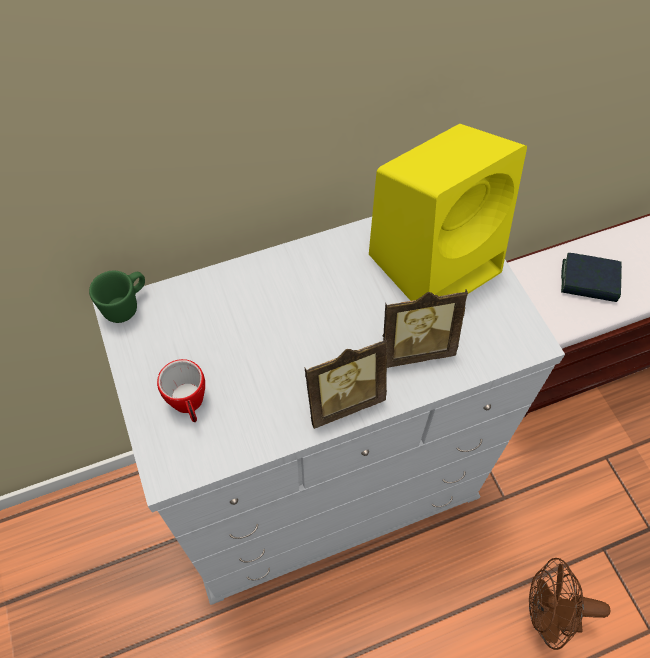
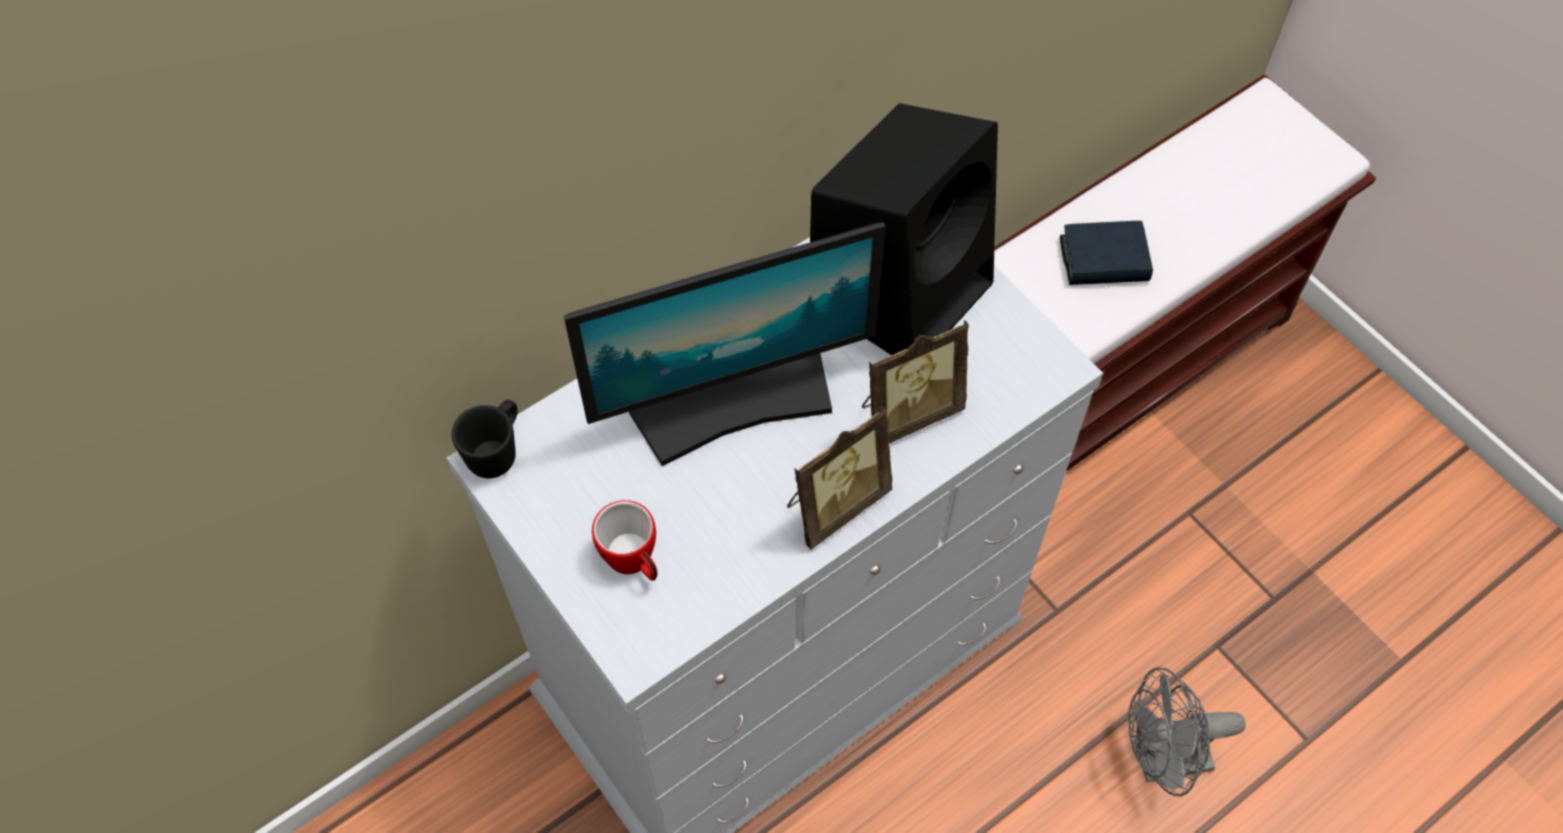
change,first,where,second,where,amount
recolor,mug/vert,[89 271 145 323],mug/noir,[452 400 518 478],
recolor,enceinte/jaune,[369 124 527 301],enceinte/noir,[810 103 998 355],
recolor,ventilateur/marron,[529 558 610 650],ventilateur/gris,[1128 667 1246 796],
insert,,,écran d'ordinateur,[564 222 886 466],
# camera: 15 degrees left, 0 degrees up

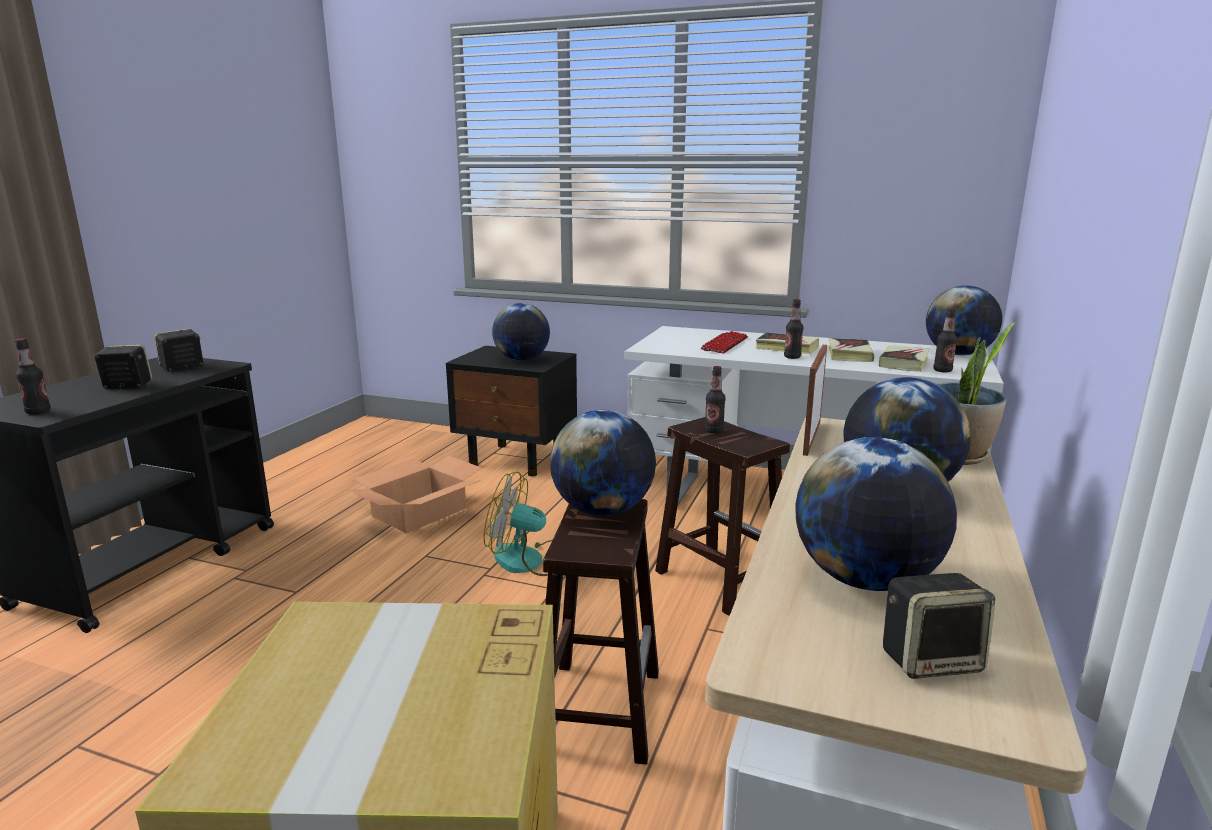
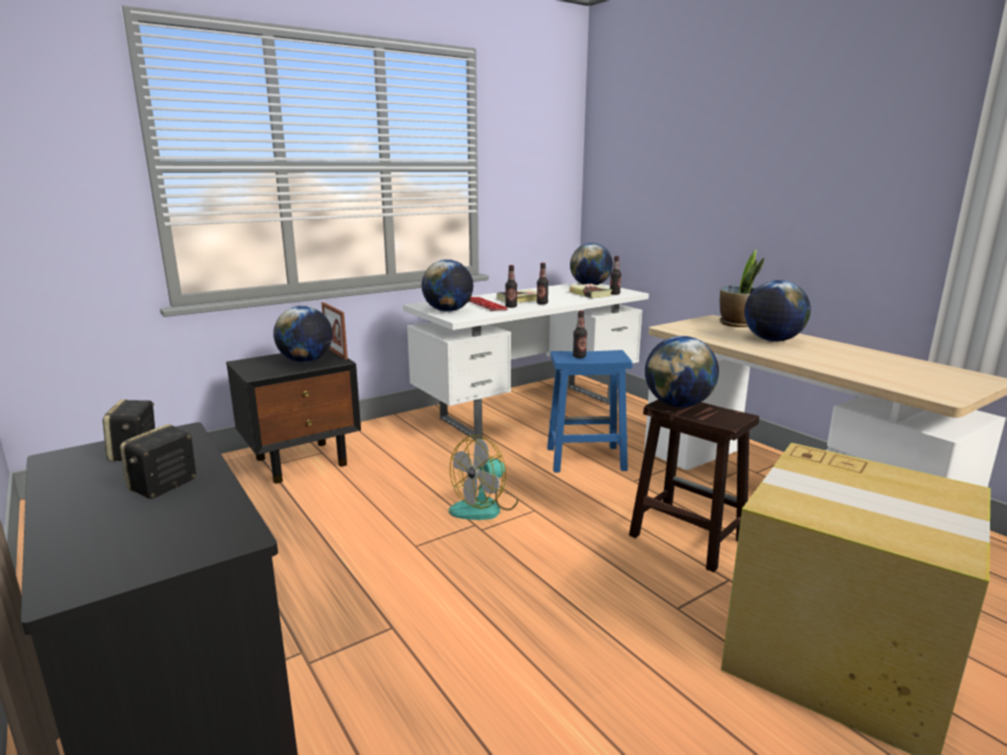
change,first,where,second,where,amount
move,bouteille,[15 338 51 414],,[505 265 517 308],
delete,carton,[348 455 481 533],,,
recolor,tabouret/marron,[655 417 790 616],tabouret/bleu,[547 350 632 473],
move,globe,[795 437 957 591],,[421 259 473 312],
move,cadre photo,[803 345 827 456],,[321 302 348 360],
delete,livre,[828 338 874 362],,,
delete,enceinte,[883 573 996 679],,,
# camera: 55 degrees left, 0 degrees up

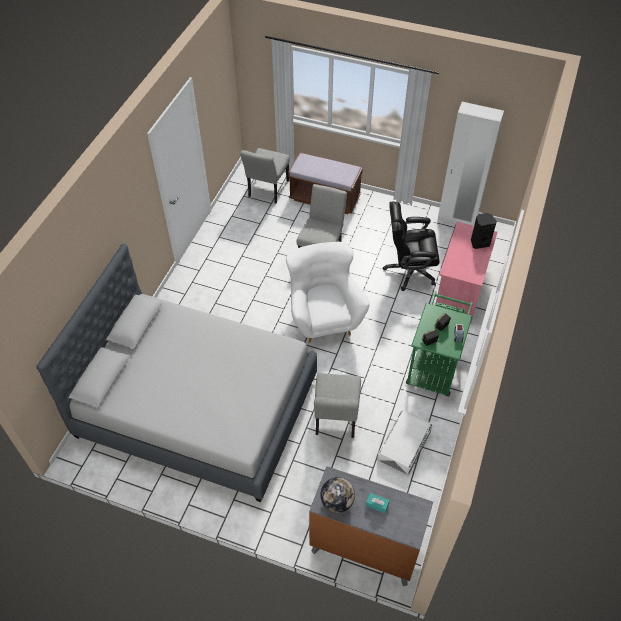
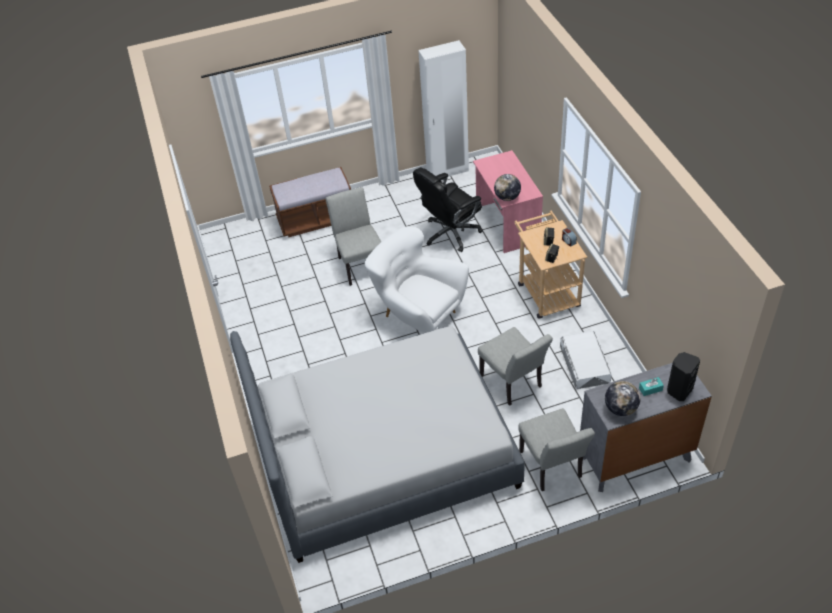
change,first,where,second,where,amount
move,chaise/gris,[240 148 290 203],,[518 408 595 491],
recolor,chariot/vert,[406 292 473 397],chariot/beige,[514 211 587 319],
move,enceinte/noir,[471 213 497 249],,[667 352 700 401],
insert,,,globe,[494 174 521 201],
# camera: 35 degrees left, 5 degrees down

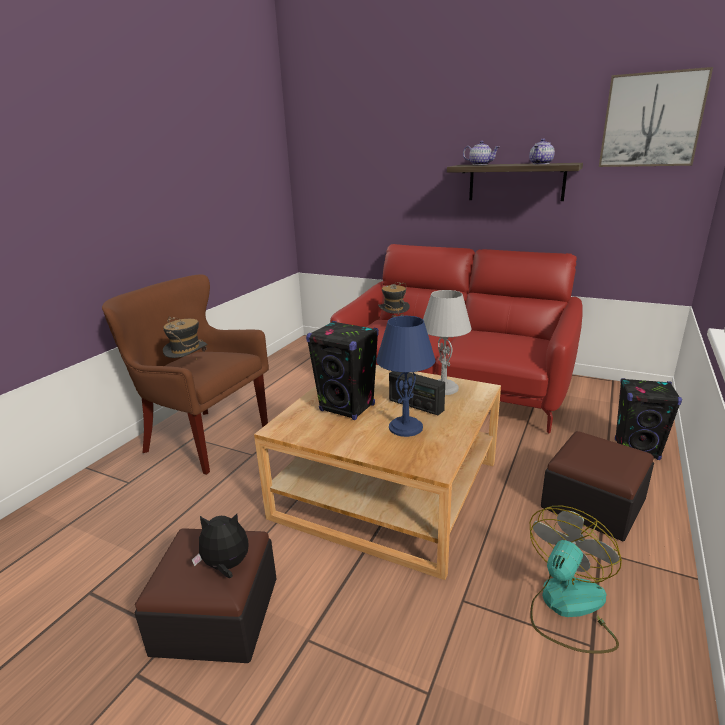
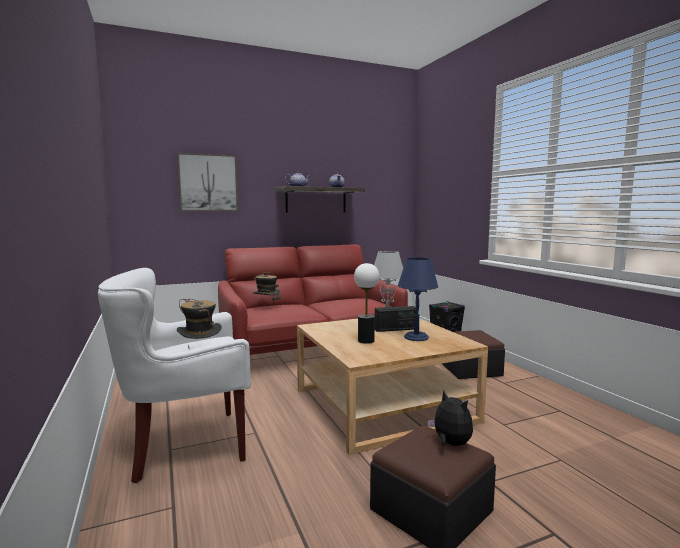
change,first,where,second,where,amount
recolor,fauteuil/marron,[102 274 269 475],fauteuil/blanc,[98 268 251 483],
rotate,peluche,[192 514 249 578],,[427 390 473 446],105 degrees clockwise
replace,enceinte/noir,[306 321 379 420],lampe de table,[354 263 380 344],
delete,ventilateur,[530 506 622 653],,,
move,tableau,[599 67 713 167],,[177 153 238 211],
# camera: 50 degrees left, 15 degrees down

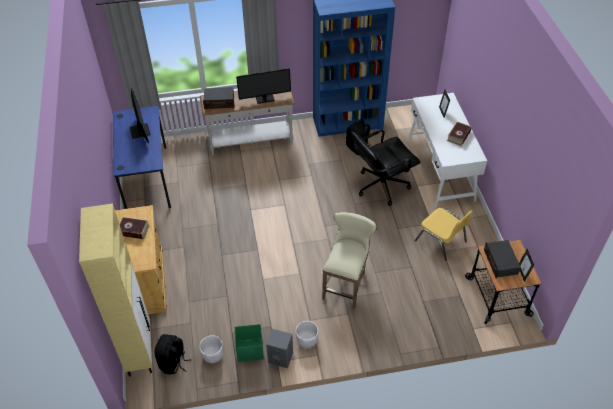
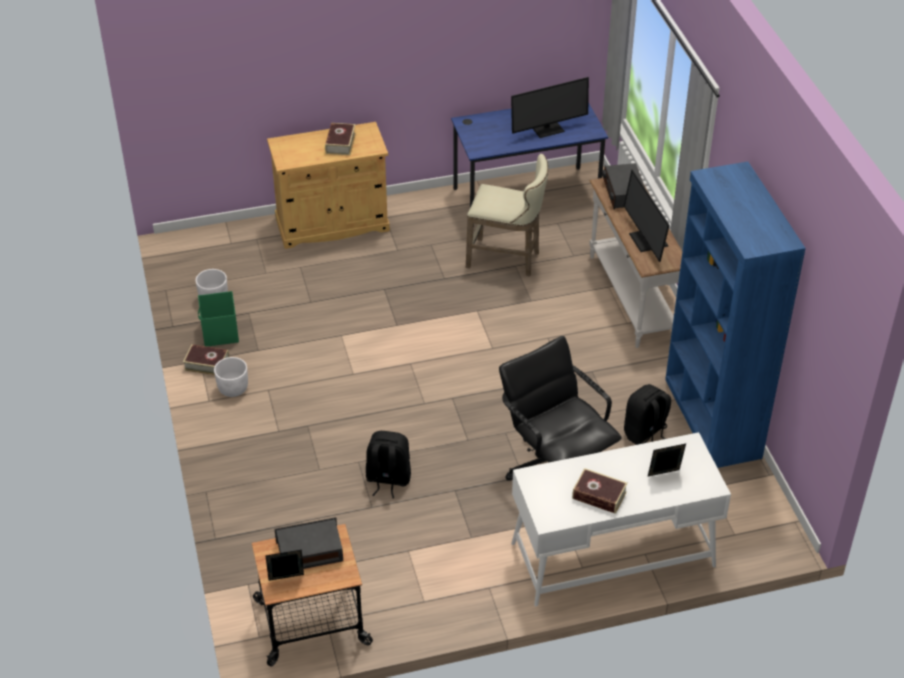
change,first,where,second,where,amount
delete,meuble de rangement/beige,[79 204 152 377],,,
move,sac à dos/noir,[154 334 191 375],,[366 431 411 498],
replace,enceinte/gris,[266 329 293 368],livre,[183 344 229 375],
move,tabouret/beige,[322 212 377 309],,[466 154 549 276],
delete,chaise/jaune,[415 208 473 261],,,
# camera: 85 degrees right, 5 degrees down

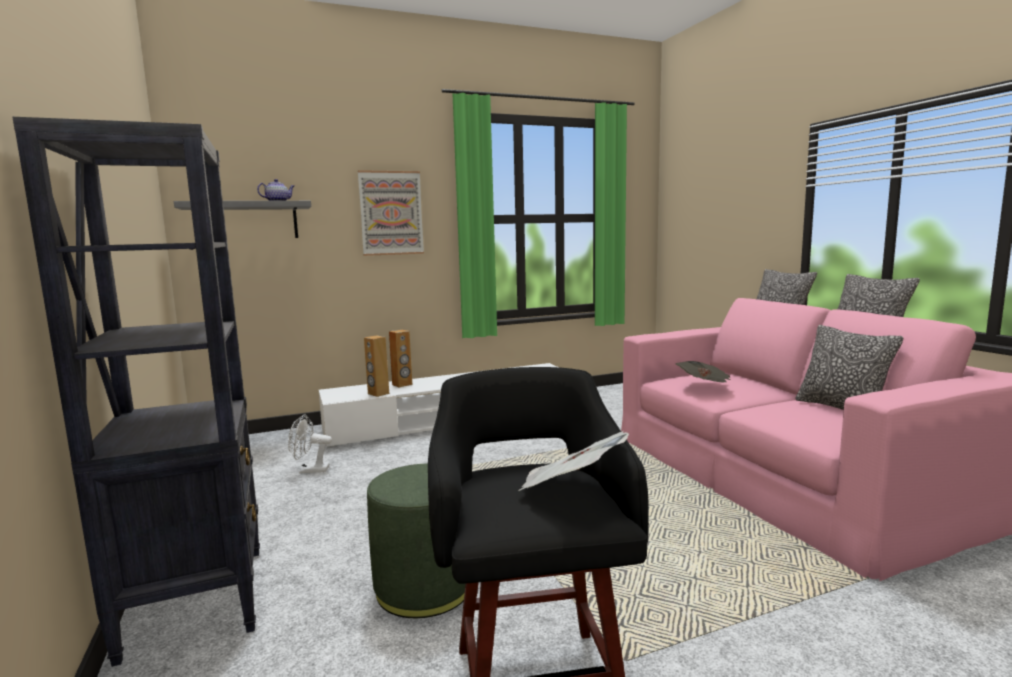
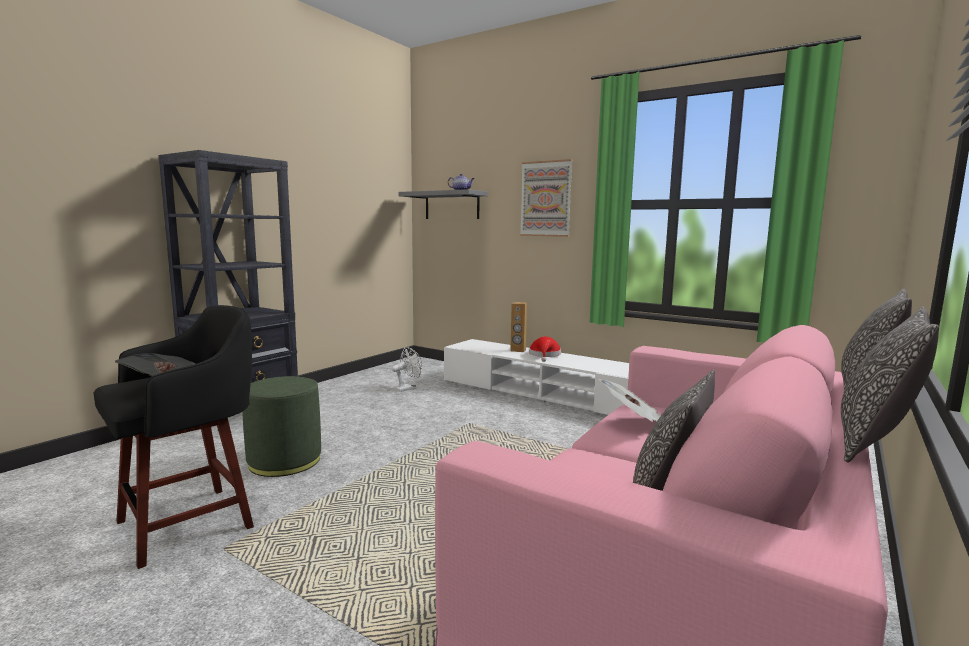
change,first,where,second,where,amount
rotate,ventilateur/blanc,[288 414 332 473],,[392 347 422 392],90 degrees clockwise
delete,enceinte/marron,[364 335 389 397],,,
insert,,,chapeau/rouge,[529 336 561 362],
# camera: 55 degrees right, 0 degrees up

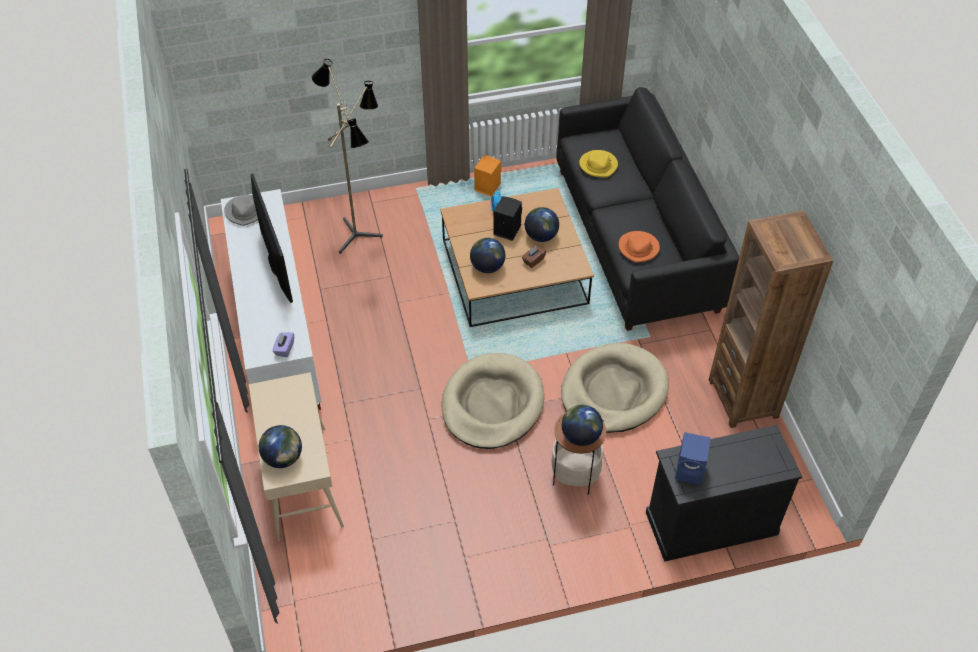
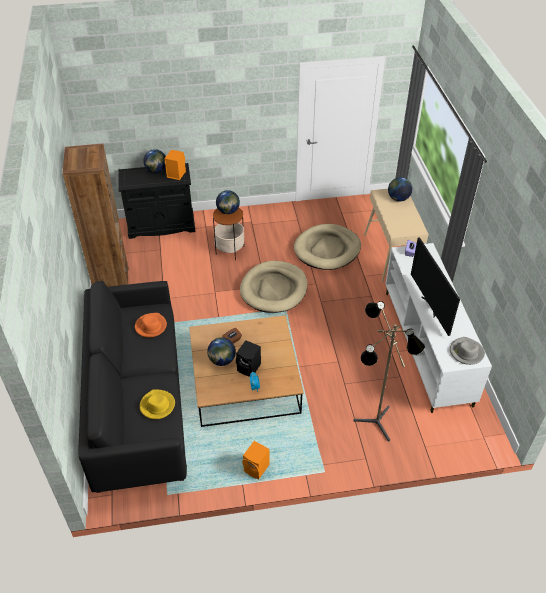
change,first,where,second,where,amount
move,globe,[470 238 505 273],,[143 149 166 173],
move,panier pour chien/beige,[561 343 669 433],,[294 224 361 270],
recolor,enceinte/bleu,[675 432 711 484],enceinte/orange,[164 150 186 180],
# camera: 175 degrees left, 5 degrees down

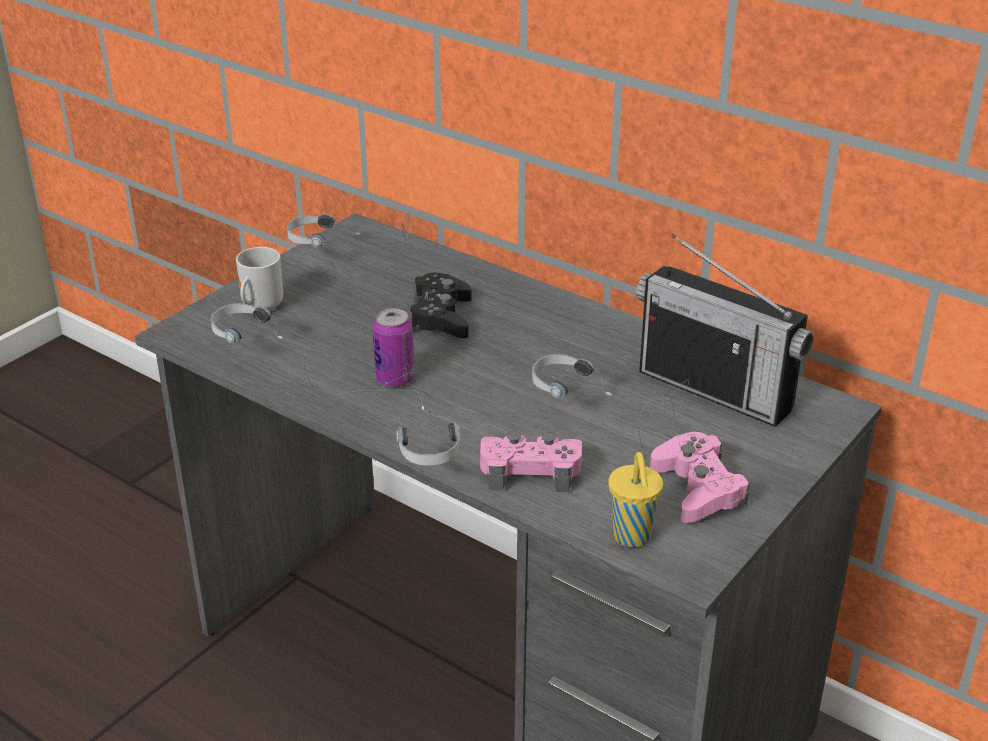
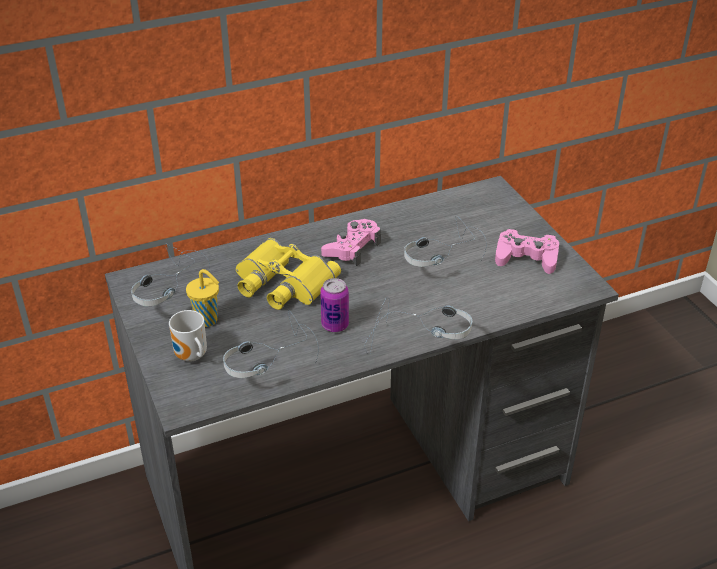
change,first,where,second,where,amount
replace,manette/noir,[409 273 472 338],jumelles/jaune,[236 238 341 310],
move,manette/rose,[480 431 582 492],,[321 219 381 266],
move,tasse/jaune,[608 452 663 548],,[186 269 219 327],
delete,radio,[636 234 814 427],,,
# camera: 60 degrees left, 5 degrees up

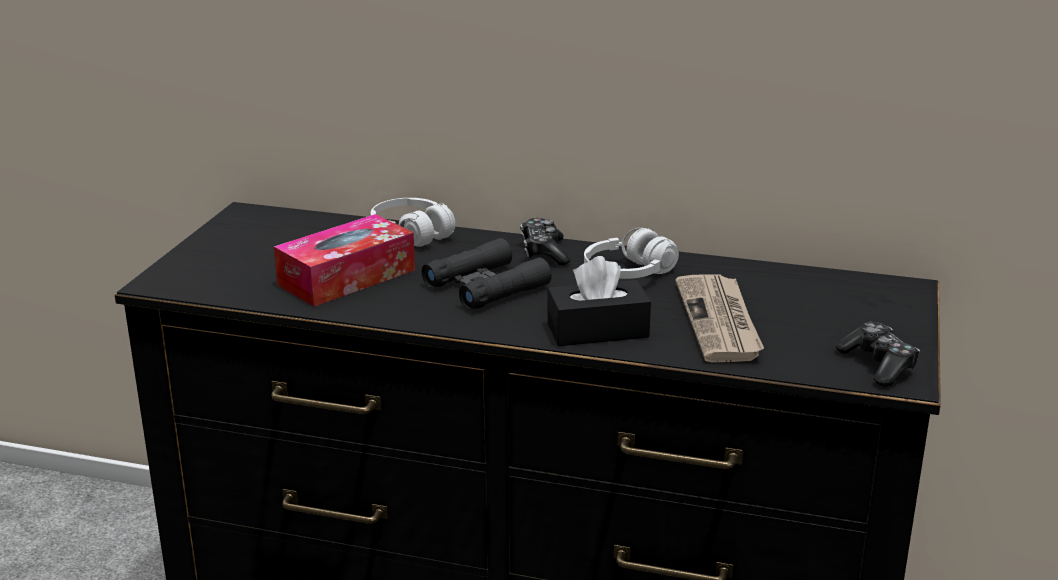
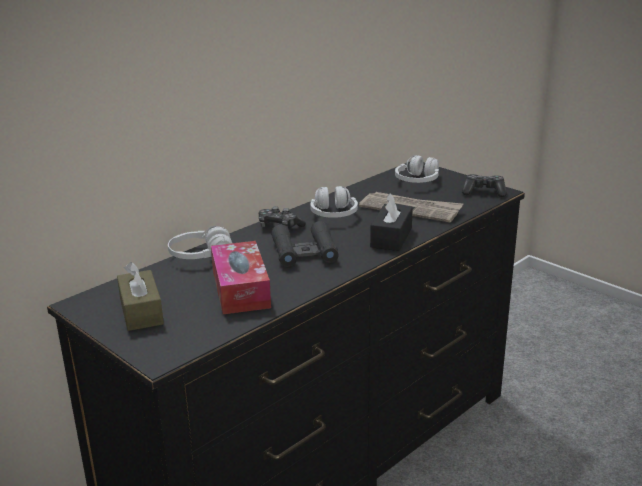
change,first,where,second,where,amount
insert,,,boîte à mouchoirs/marron,[117 262 164 331],
insert,,,casque audio/blanc,[395 155 439 183],
# camera: 60 degrees left, 0 degrees up

